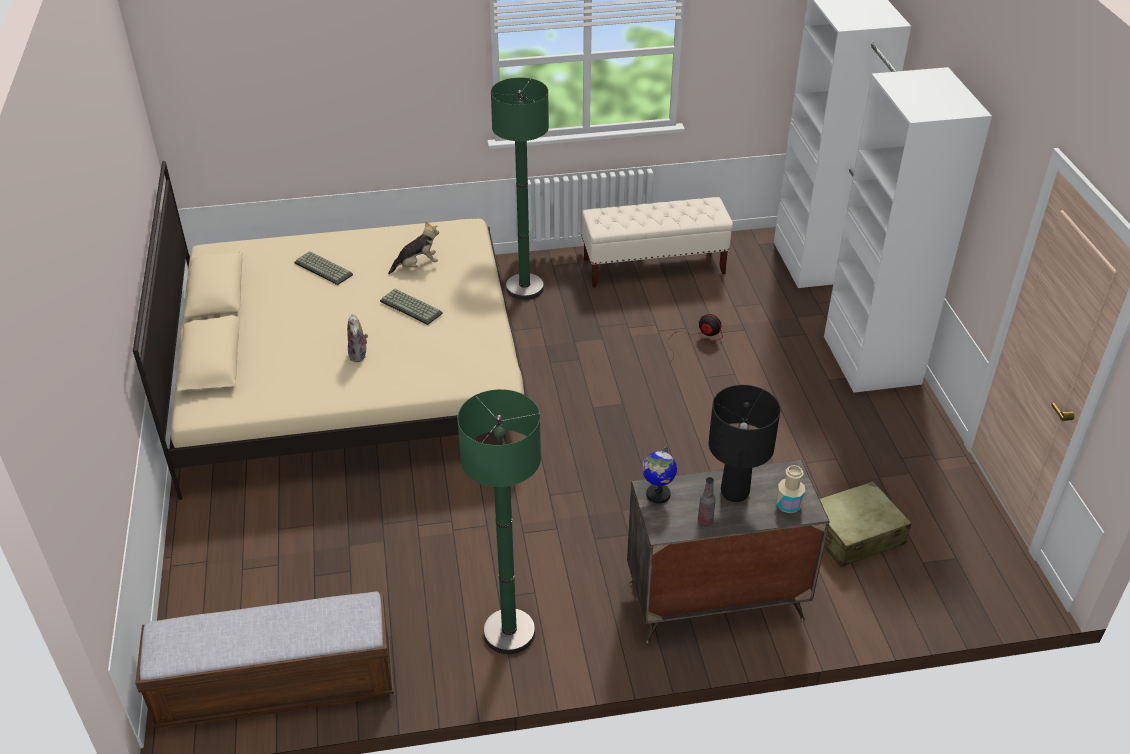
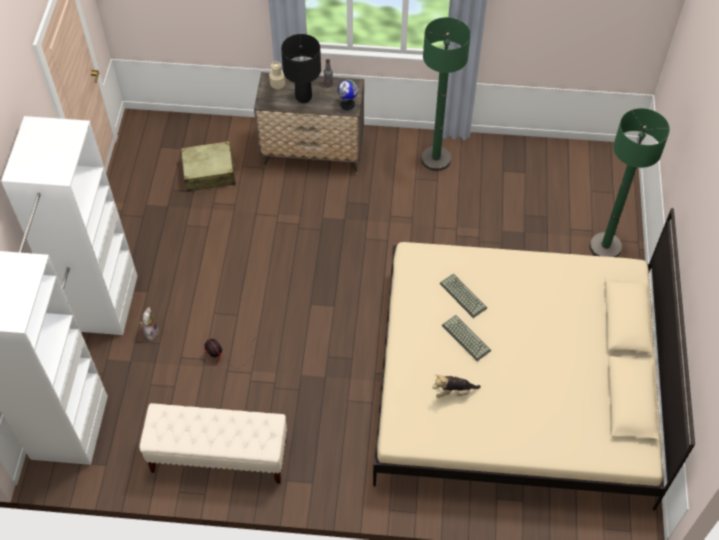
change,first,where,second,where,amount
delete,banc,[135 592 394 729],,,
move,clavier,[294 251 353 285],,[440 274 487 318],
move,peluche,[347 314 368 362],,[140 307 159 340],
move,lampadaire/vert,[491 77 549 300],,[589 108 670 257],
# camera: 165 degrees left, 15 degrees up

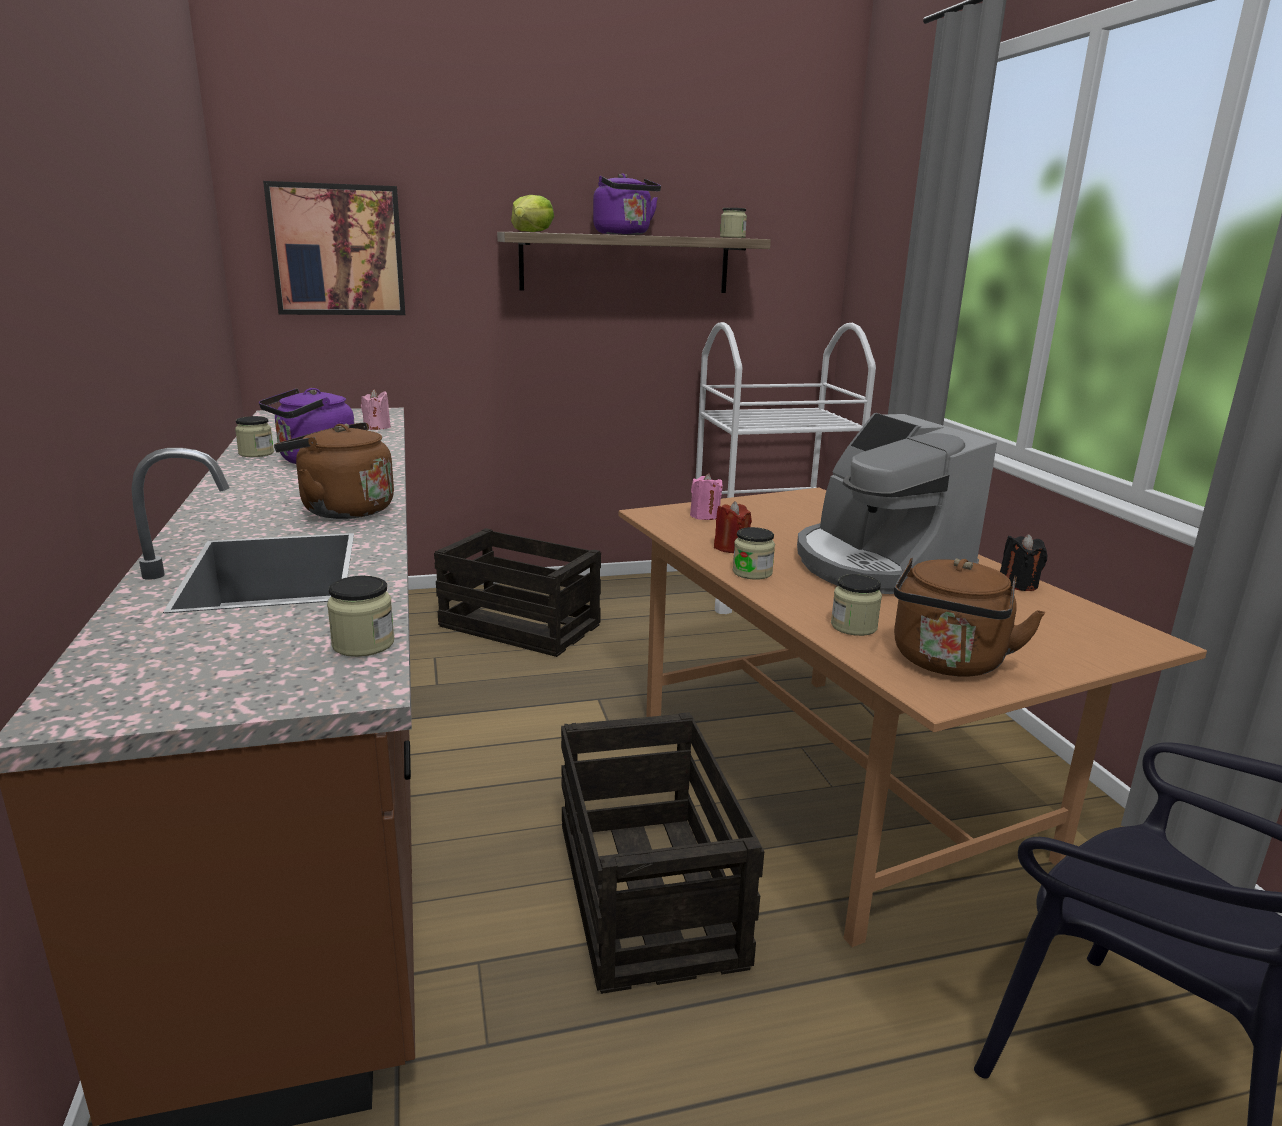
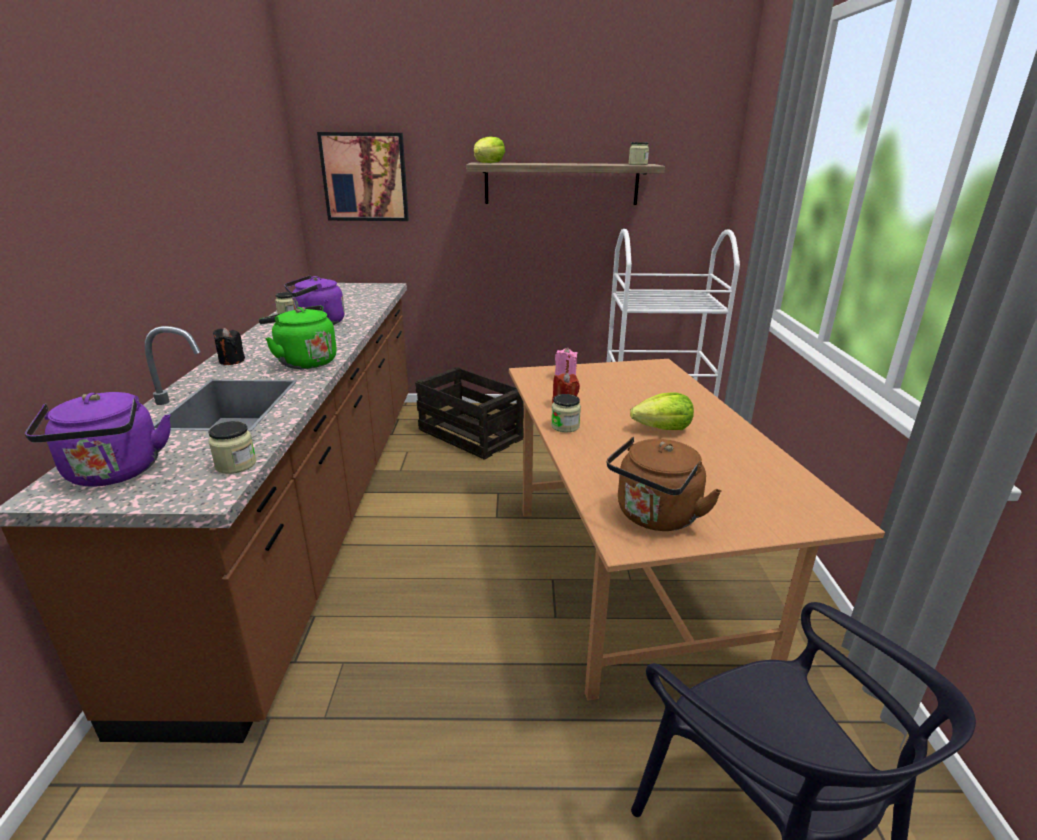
change,first,where,second,where,amount
recolor,bouilloire/marron,[274 422 394 519],bouilloire/vert,[258 305 337 369],
delete,bougie/rose,[361 389 391 430],,,
delete,caisse,[561 712 764 994],,,
move,bouilloire/violet,[593 173 661 235],,[25 392 171 487],
replace,machine à café,[797 413 997 594],laitue,[630 392 694 430],
delete,bocal,[831 574 882 636],,,
move,bougie/noir,[1000 534 1047 591],,[213 328 245 365],
# camera: 15 degrees right, 5 degrees up

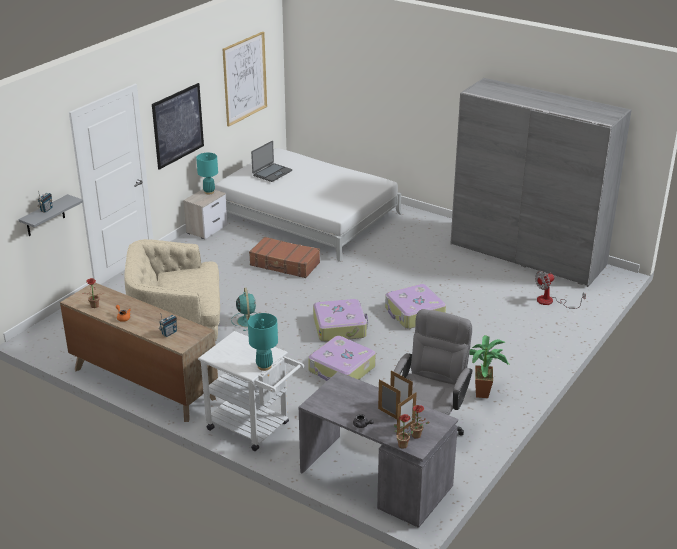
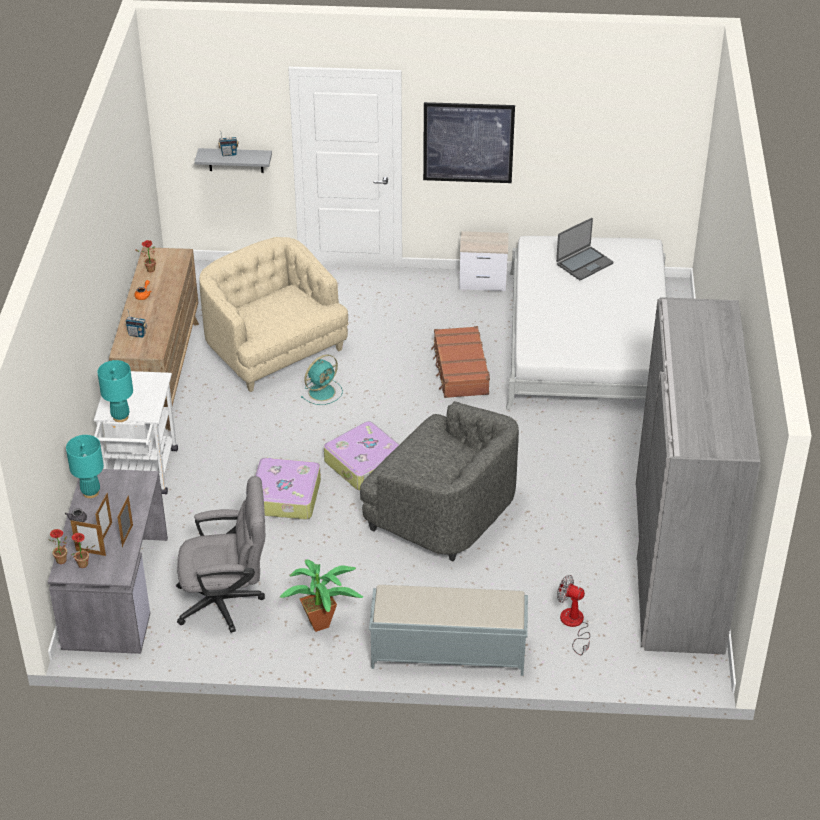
change,first,where,second,where,amount
move,lampe de table/turquoise,[196 153 218 194],,[66 435 104 498],
delete,tableau,[222 32 267 127],,,
rotate,ordinateur portable,[251 141 292 182],,[556 218 613 280],45 degrees counterclockwise
replace,valise,[385 284 446 329],fauteuil/gris,[360 401 519 561],
insert,,,banc/gris,[369 585 528 676],
# camera: 60 degrees right, 10 degrees up

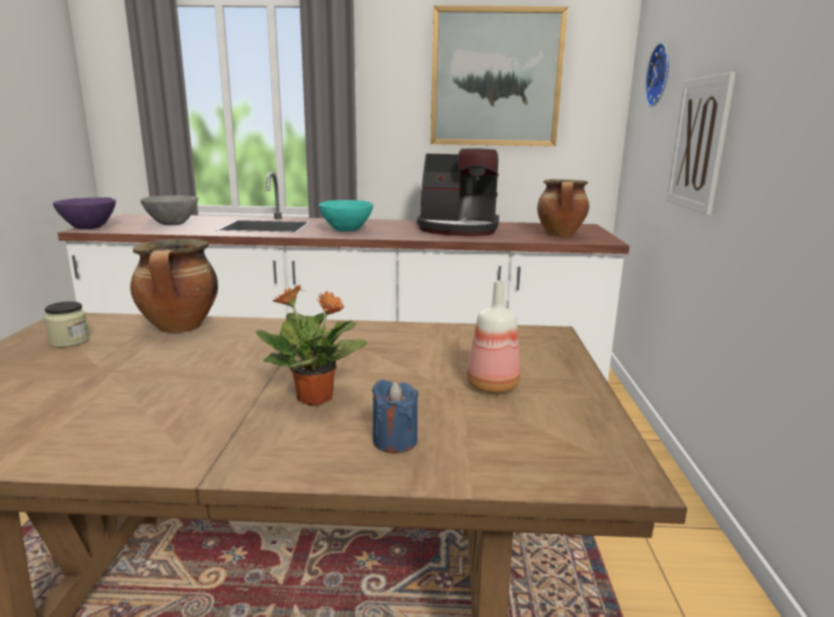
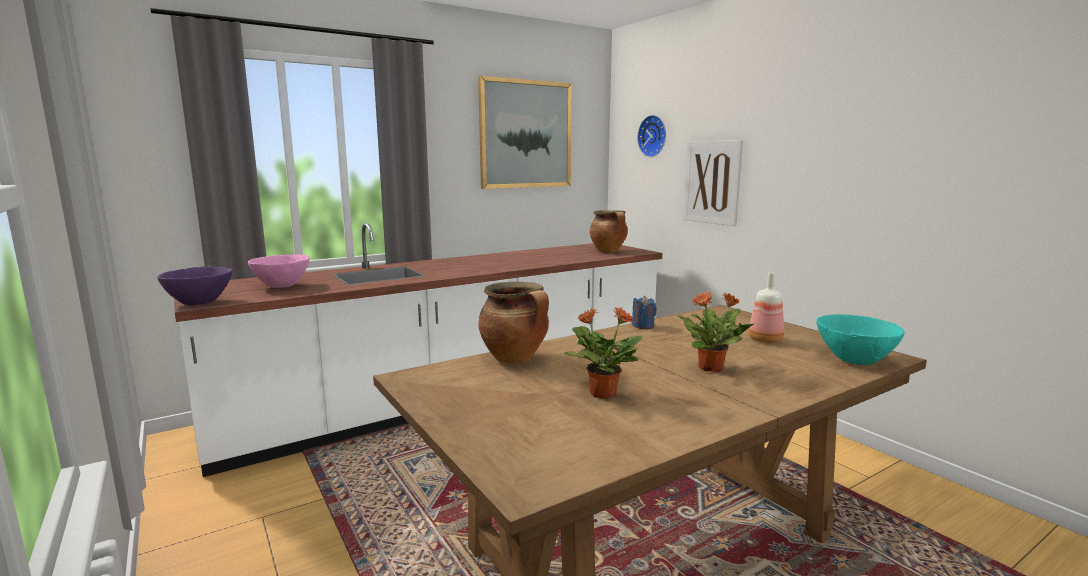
change,first,where,second,where,amount
delete,bocal,[44 301 90 348],,,
recolor,bol/gris,[140 195 198 225],bol/rose,[248 254 310 288],
move,bol/turquoise,[318 200 373 232],,[816 314 905 365],
move,bougie/bleu,[372 379 418 453],,[632 296 657 329],
delete,machine à café,[417 148 499 236],,,
insert,,,plante en pot,[564 307 643 399],
# camera: 35 degrees left, 5 degrees down

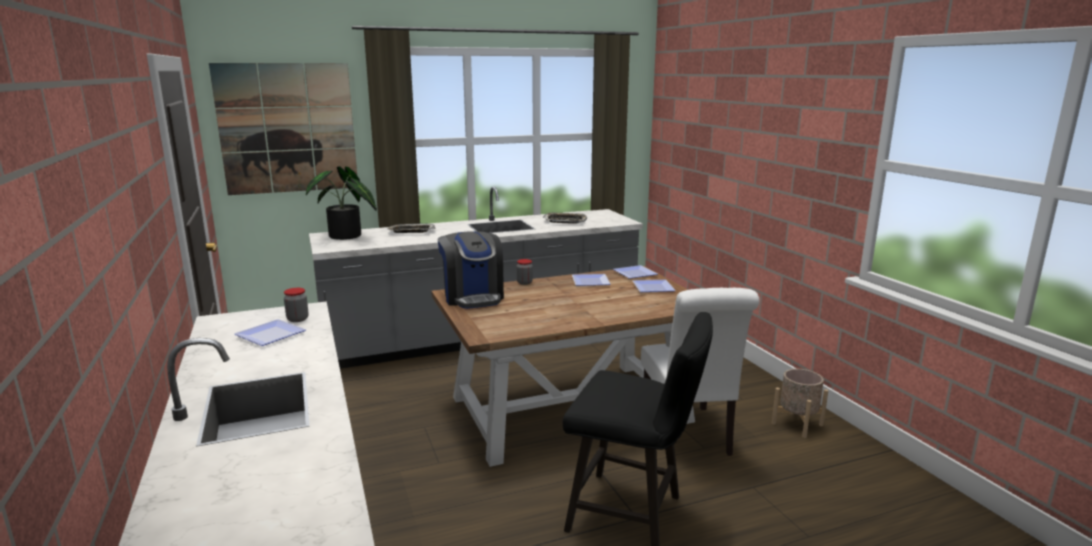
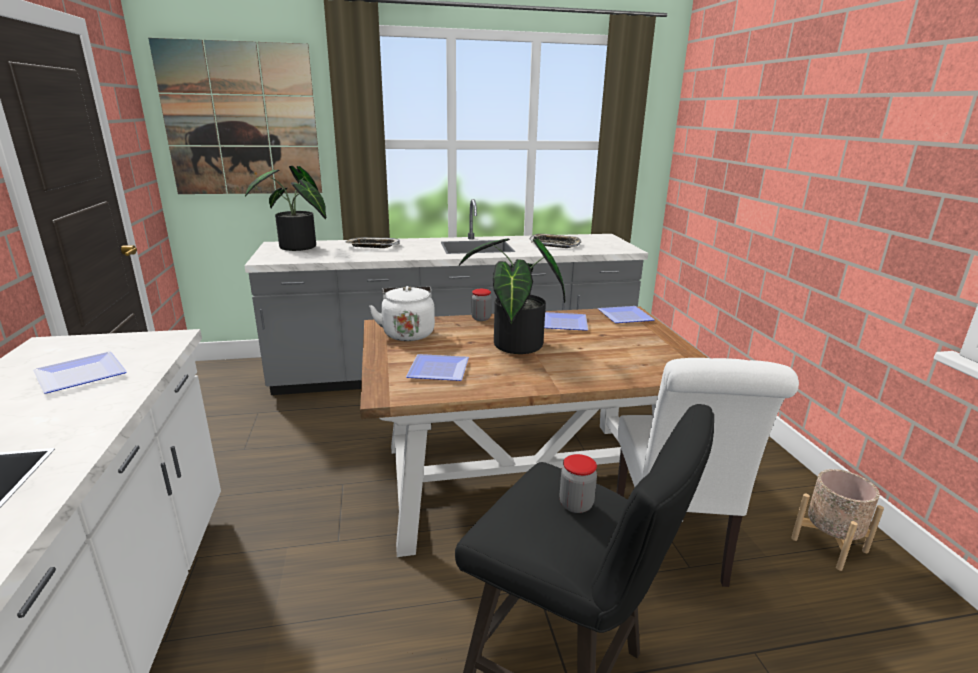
change,first,where,second,where,amount
move,bocal,[284 288 309 322],,[560 454 597 513],
replace,machine à café,[438 231 504 309],bouilloire/blanc,[369 286 435 341],
move,assiette,[633 280 676 292],,[406 354 469 381],
insert,,,plante en pot,[459 236 565 354],
# camera: 10 degrees right, 5 degrees up

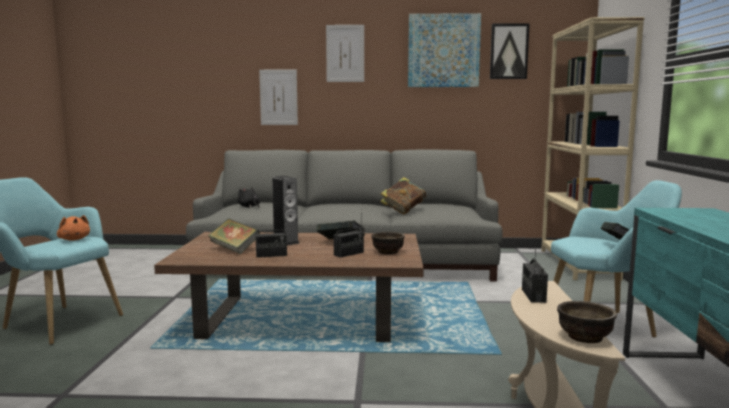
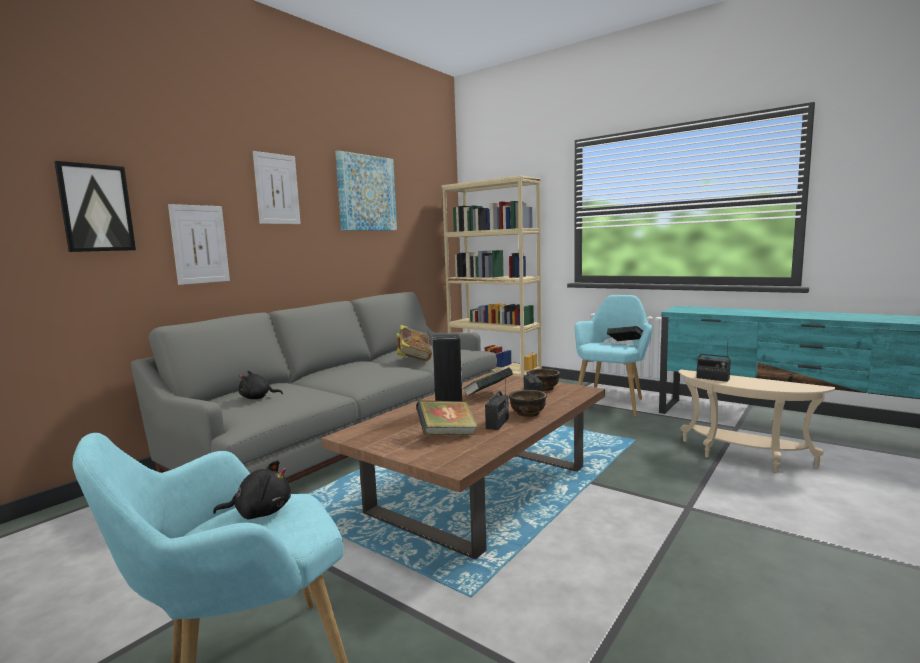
change,first,where,second,where,amount
recolor,peluche/orange,[57 215 90 241],peluche/noir,[213 460 291 519],
move,tableau,[490 23 530 79],,[54 161 136 252],
move,bol/marron,[557 301 617 343],,[509 390 547 417],
# camera: 55 degrees left, 0 degrees up

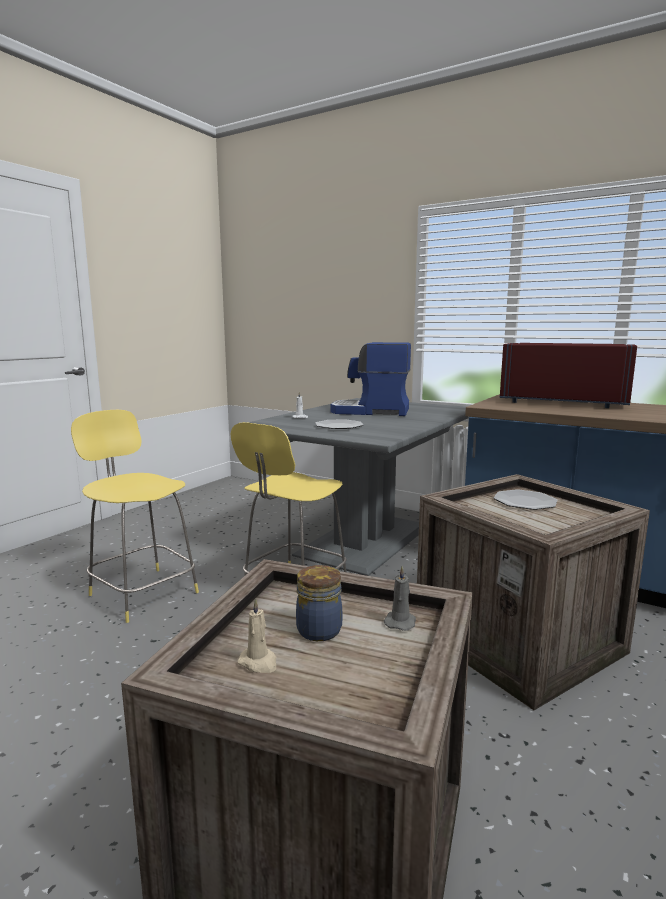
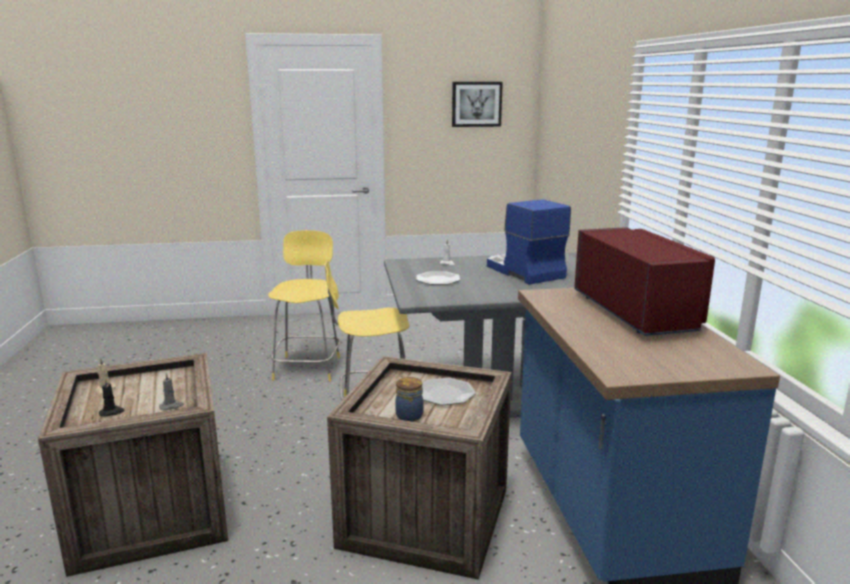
change,first,where,second,where,amount
move,bocal,[296 565 342 641],,[395 377 424 421],
insert,,,bougie/noir,[99 378 125 416],
insert,,,tableau,[452 82 503 127],
# camera: 50 degrees right, 5 degrees up

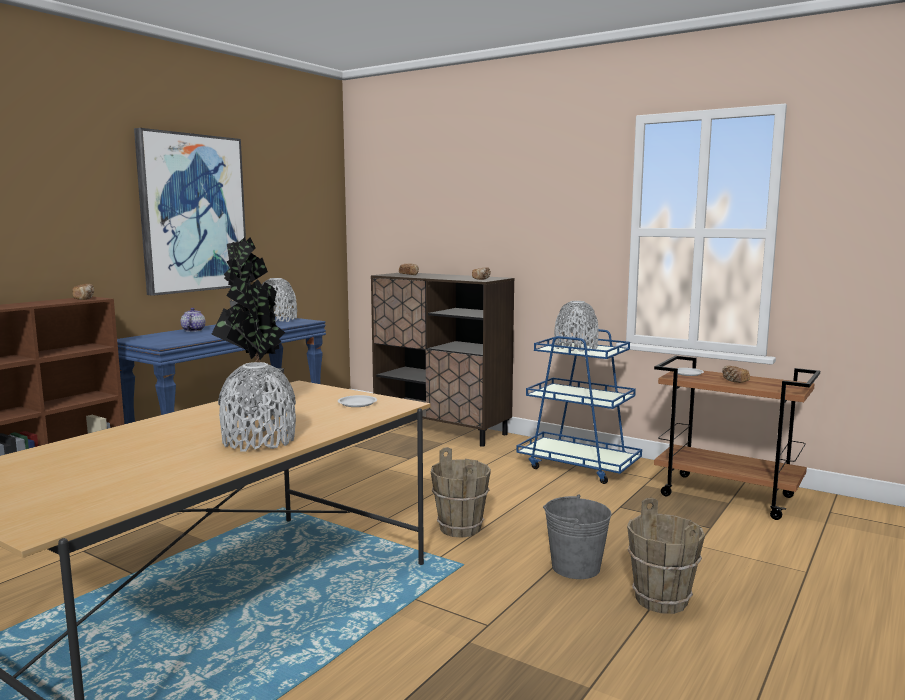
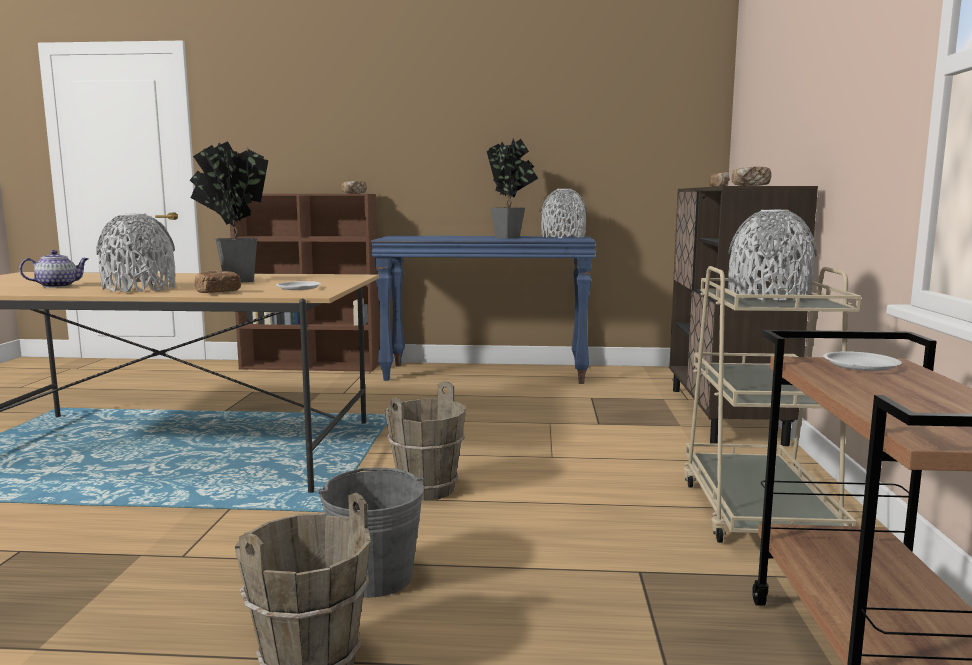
change,first,where,second,where,amount
delete,tableau,[134 128 246 296],,,
move,théière,[181 308 205 332],,[19 250 89 288],
recolor,chariot/bleu,[516 329 642 484],chariot/beige,[684 266 861 543],
move,pain,[722 366 750 383],,[195 271 241 293],
# camera: 60 degrees right, 0 degrees up

